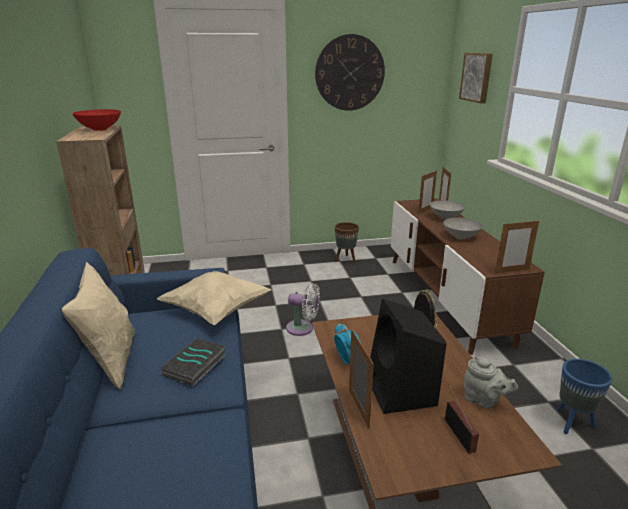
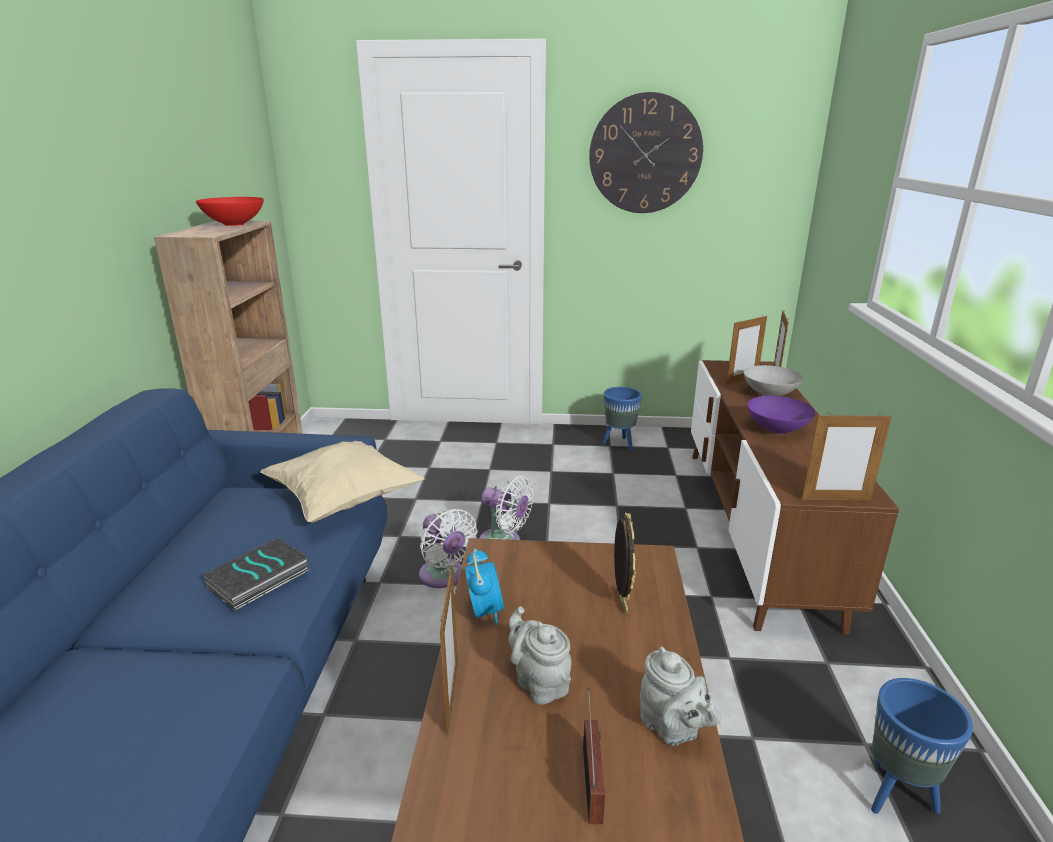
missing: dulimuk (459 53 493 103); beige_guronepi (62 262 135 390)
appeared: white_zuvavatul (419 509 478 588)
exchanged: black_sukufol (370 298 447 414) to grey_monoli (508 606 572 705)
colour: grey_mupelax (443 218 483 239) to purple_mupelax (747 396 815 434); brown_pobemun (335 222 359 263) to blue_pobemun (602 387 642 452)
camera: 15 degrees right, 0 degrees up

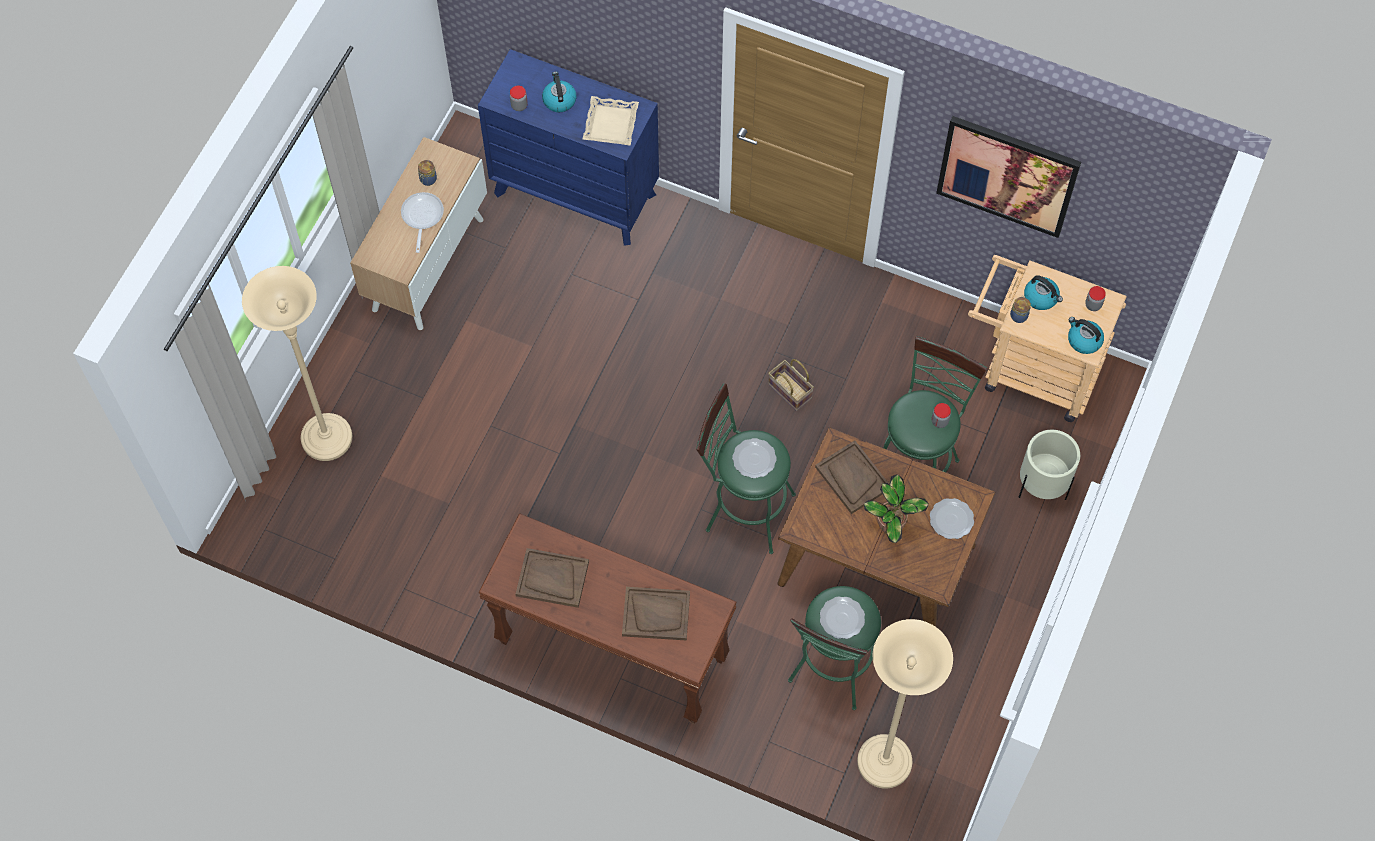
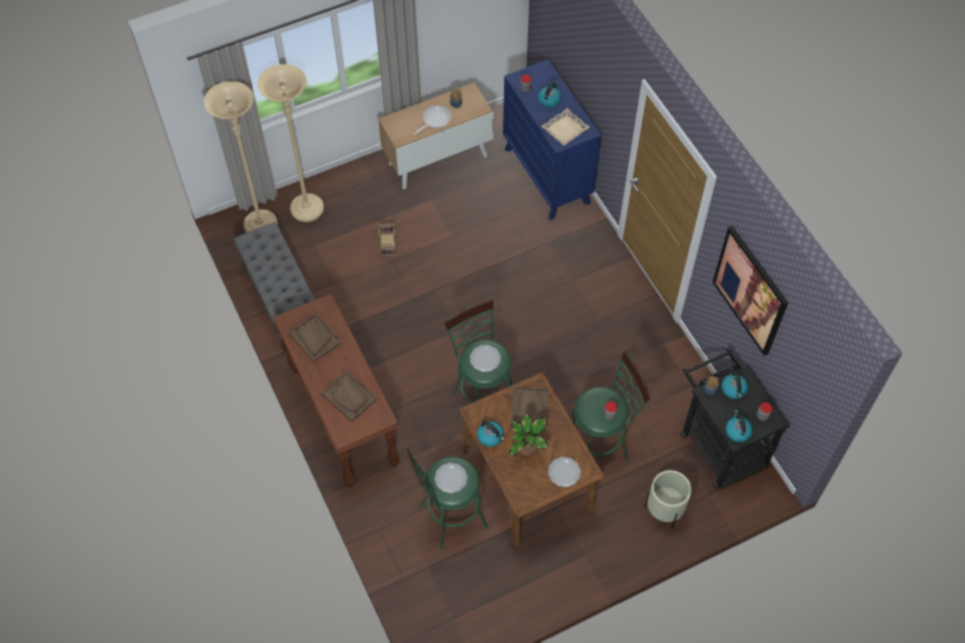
appeared: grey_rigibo (234 222 315 352); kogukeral (477 421 505 447)
relocated: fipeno (768 359 814 411) to (378 223 396 256); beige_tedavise (857 619 953 788) to (204 81 278 233)
colour: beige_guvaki (968 255 1127 422) to black_guvaki (680 348 789 489)
camera: 40 degrees right, 5 degrees down

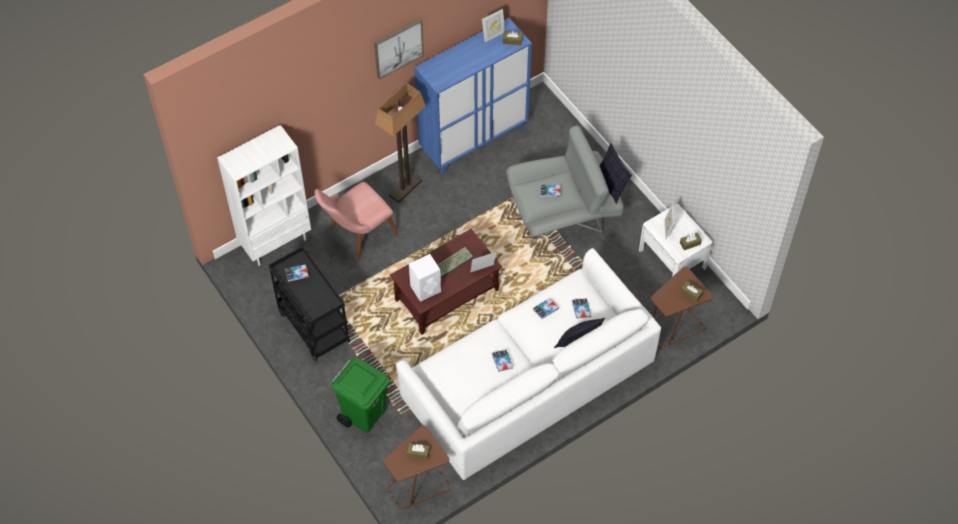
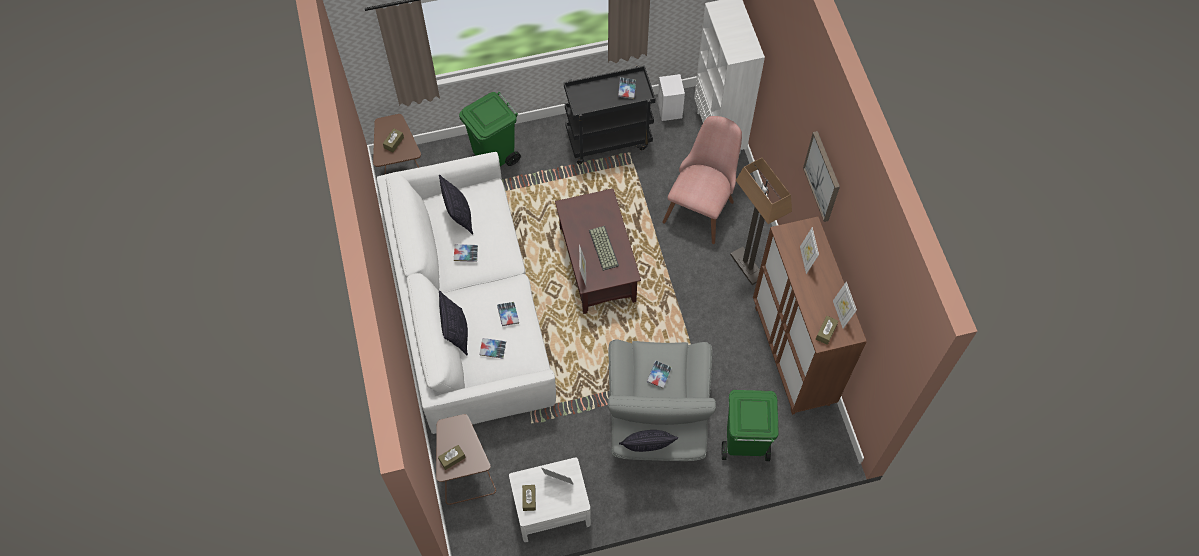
appeared: guronepi (439 174 473 235); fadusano (800 227 819 274); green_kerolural (722 390 779 461)
relocated: white_sukufol (409 254 441 302) to (658 74 685 121)
colour: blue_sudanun (414 18 532 174) to brown_sudanun (753 217 867 415)
spun: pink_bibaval (314 182 398 259) = (662 116 742 244) 45 degrees clockwise
camera: 110 degrees right, 5 degrees up

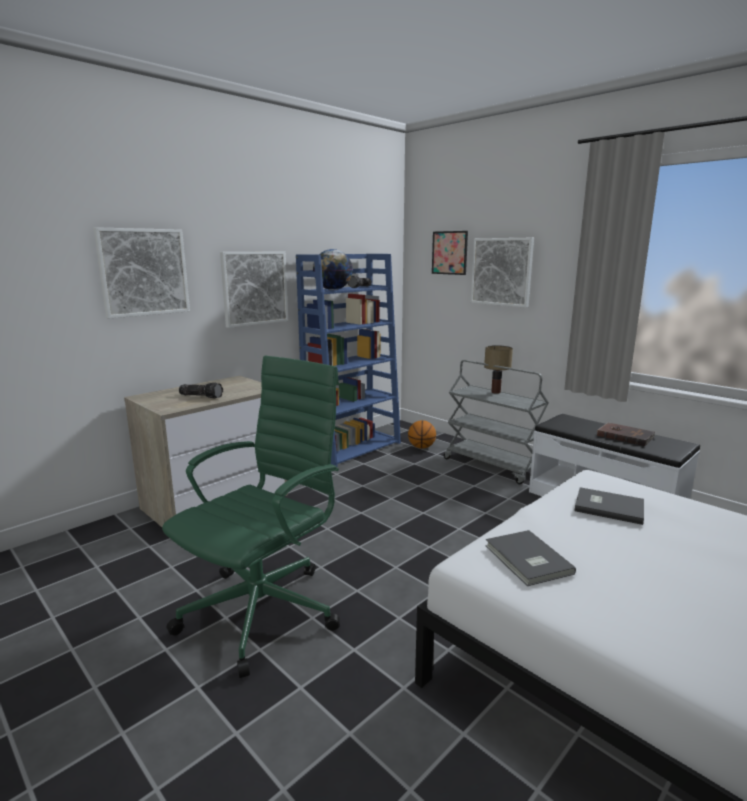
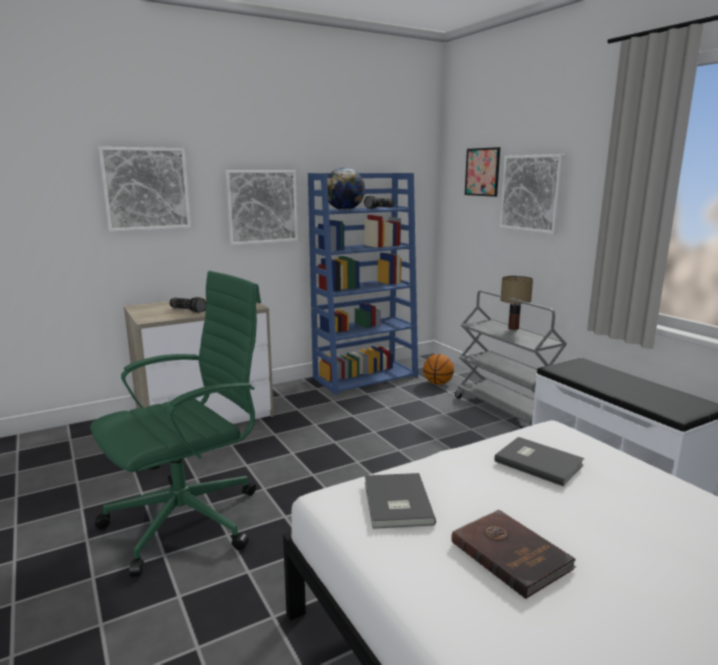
relocated: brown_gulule (597 422 655 446) to (451 509 576 599)
camera: 15 degrees right, 0 degrees up

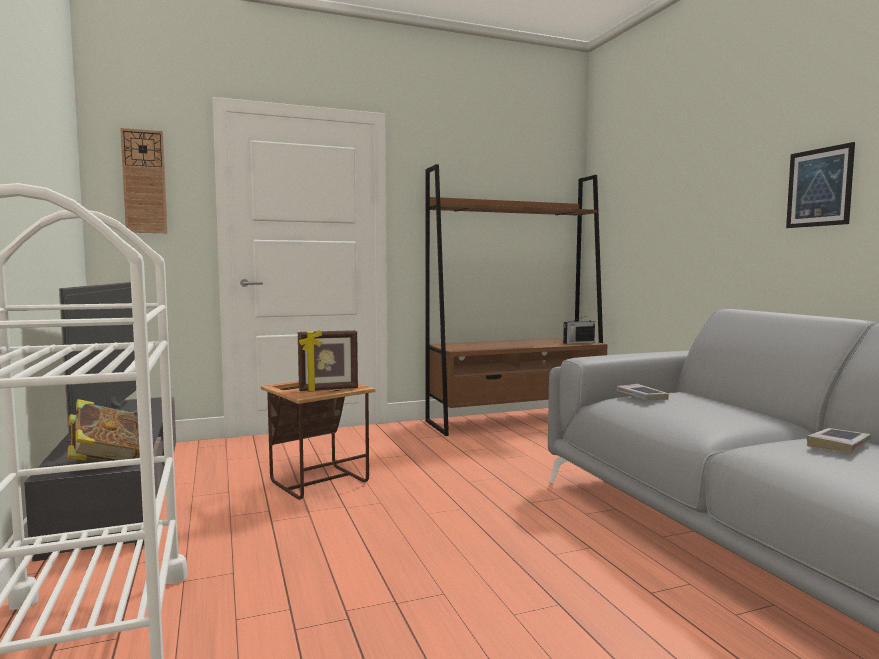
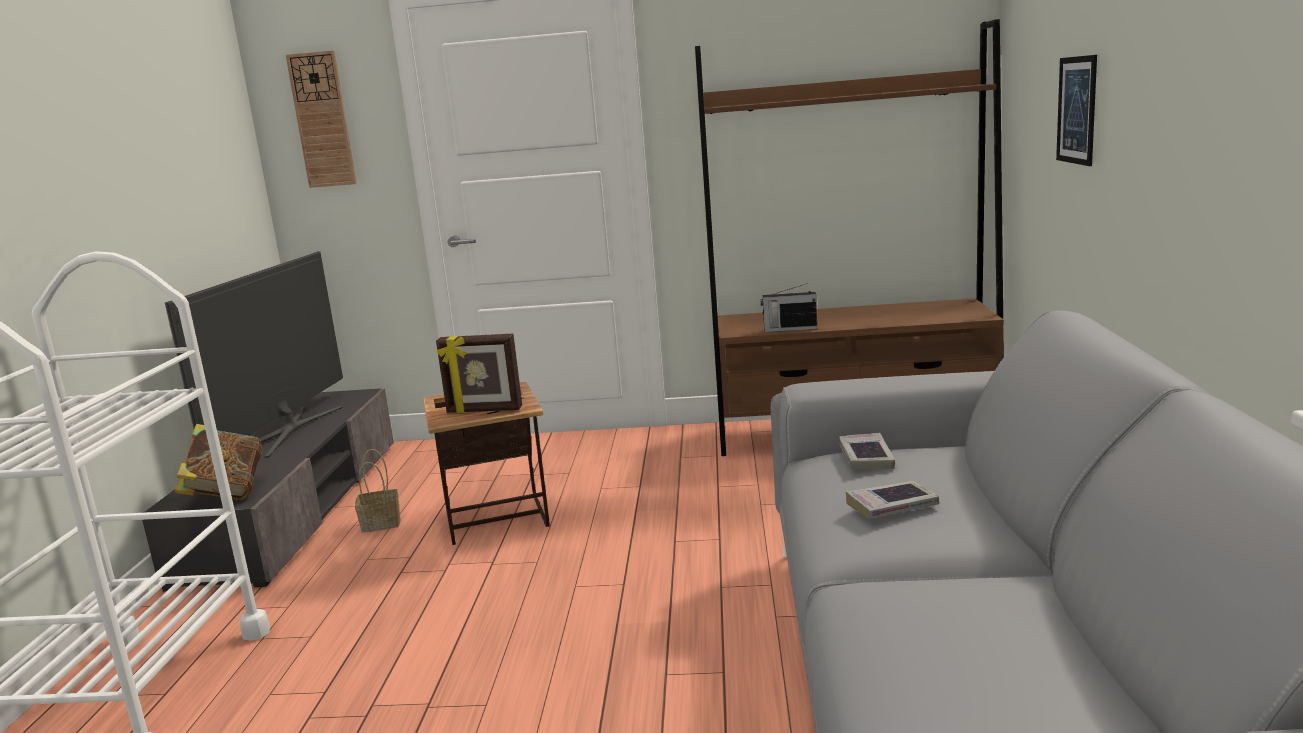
appeared: fipeno (355 449 400 533)
relocated: dulimuk (786 142 855 228) to (1056 55 1097 166); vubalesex (563 316 595 344) to (761 283 817 332); gulule (807 428 871 452) to (846 481 939 519)
camera: 25 degrees right, 10 degrees up

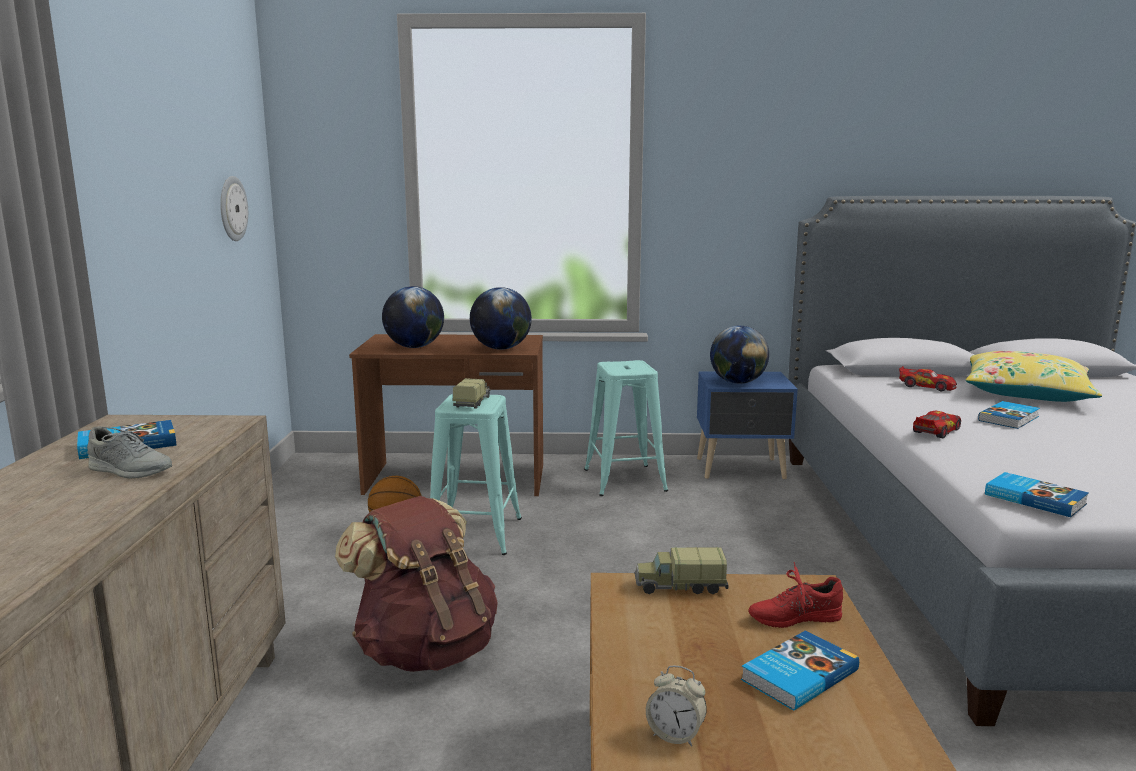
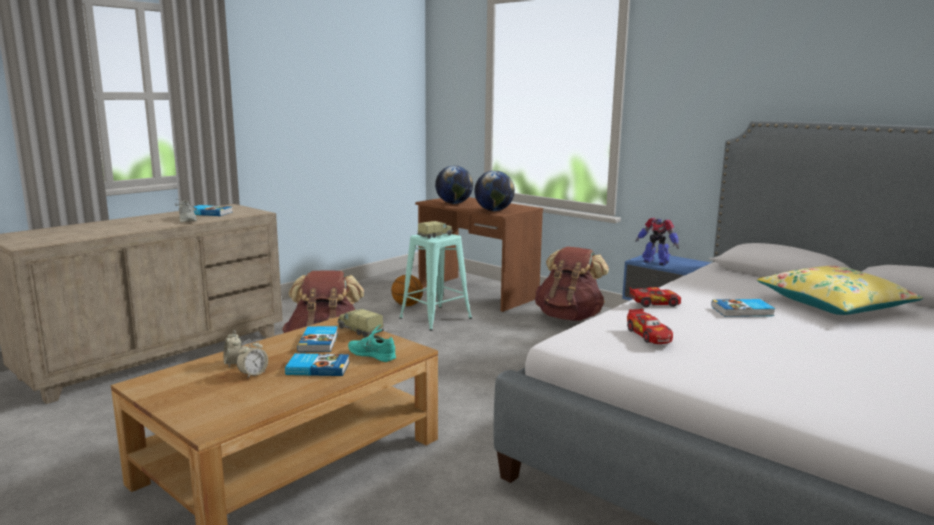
missing: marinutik (220 176 248 241)
appeared: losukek (237 339 268 379)
relocated: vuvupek (899 366 957 391) to (627 308 673 344); gulule (985 472 1089 517) to (297 326 338 352)
exchanged: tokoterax (710 325 769 384) to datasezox (635 218 679 265); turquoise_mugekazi (584 360 668 496) to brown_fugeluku (535 247 609 321)
colour: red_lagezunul (748 562 843 628) to turquoise_lagezunul (348 325 396 362)
camera: 40 degrees right, 0 degrees up

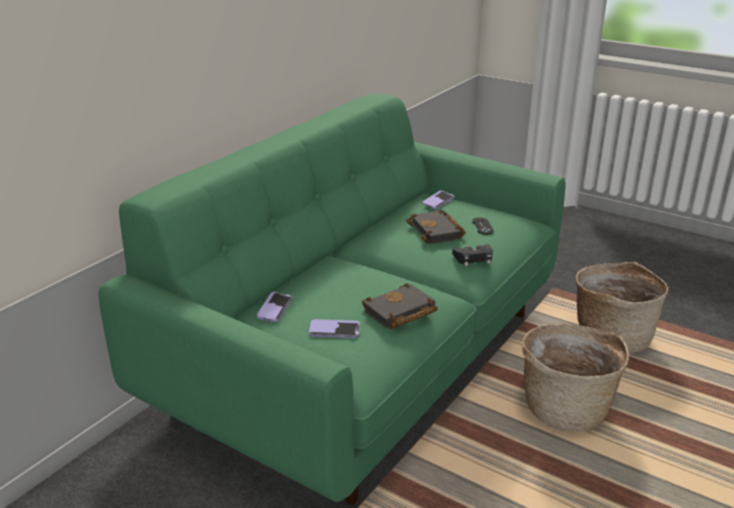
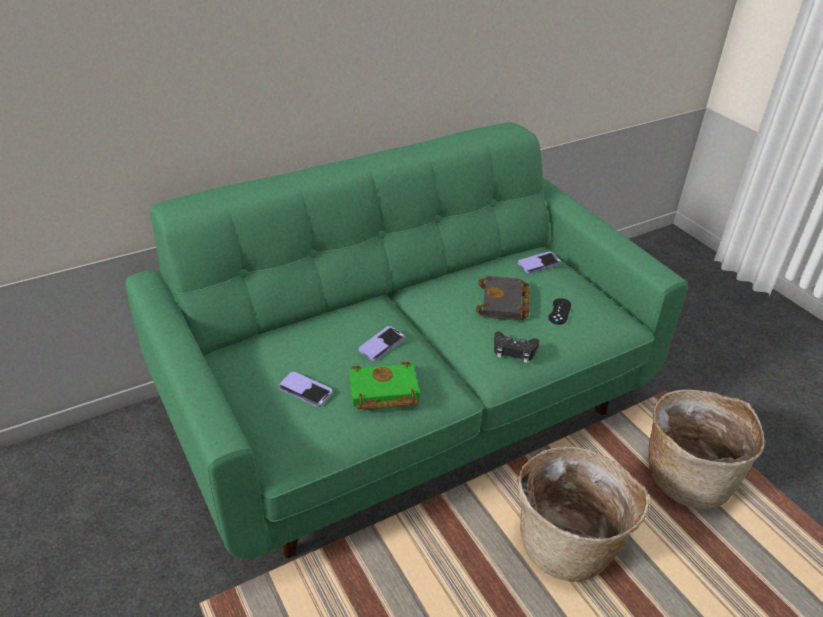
relocated: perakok (257 292 292 322) to (359 326 405 361)
colour: black_gulule (362 283 438 329) to green_gulule (349 362 420 410)
camera: 25 degrees right, 10 degrees up

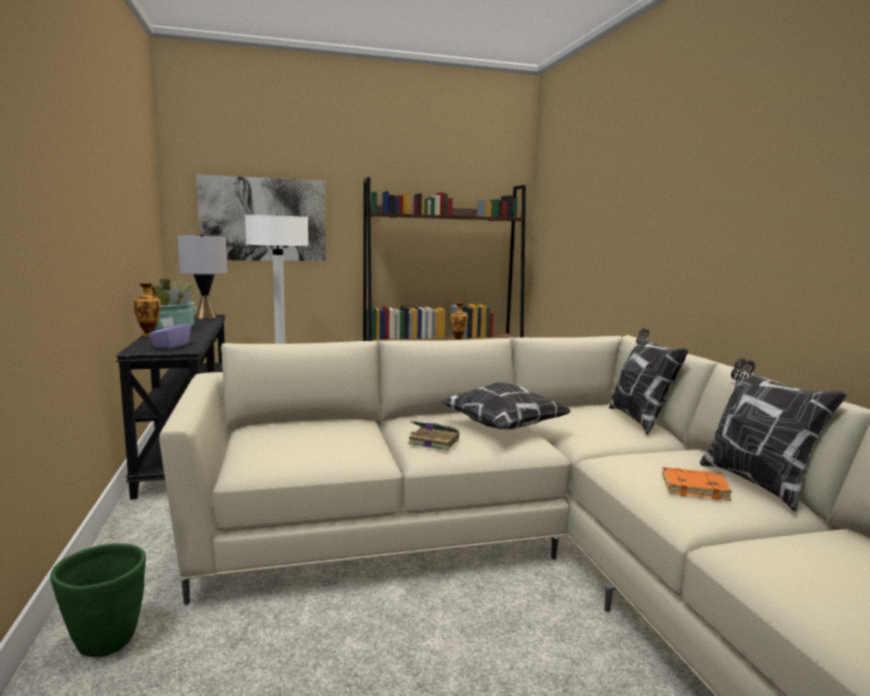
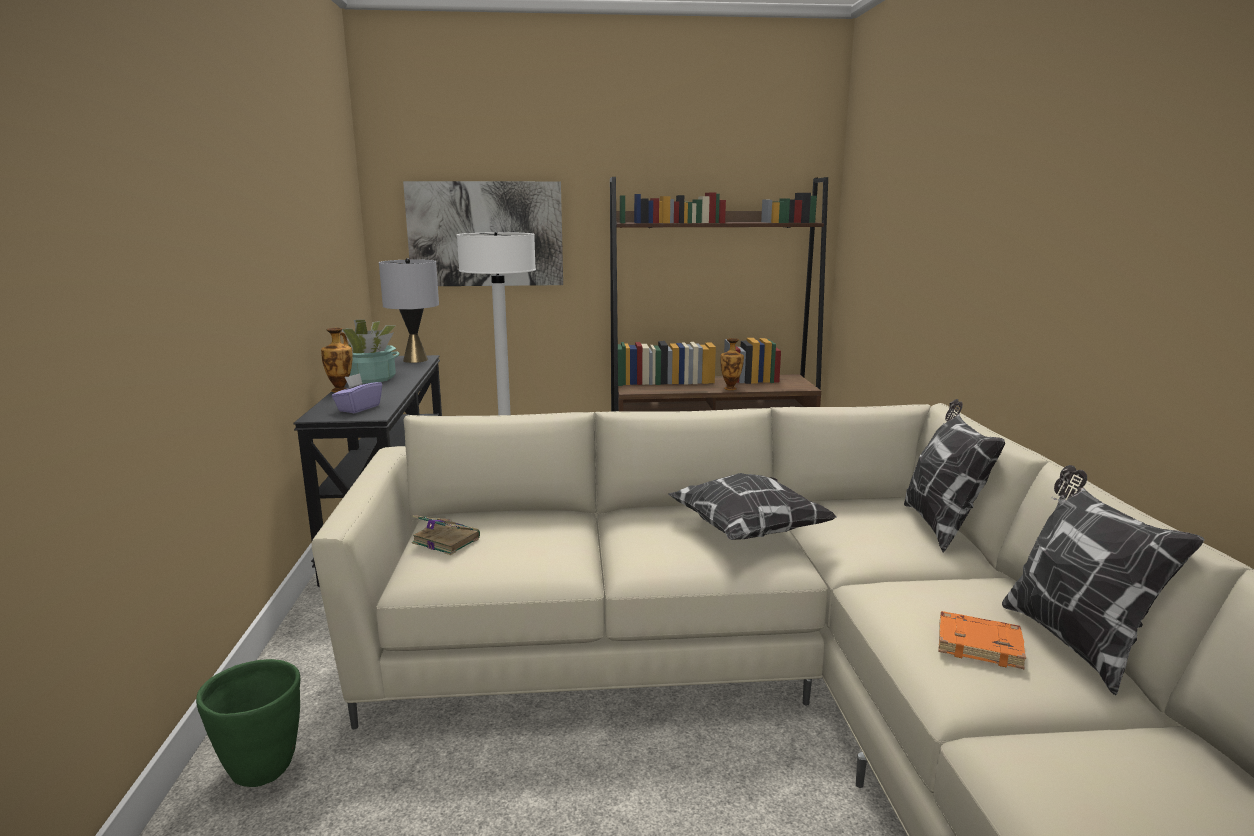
relocated: gulule (408 420 459 450) to (412 515 480 555)
camera: 10 degrees right, 5 degrees up

